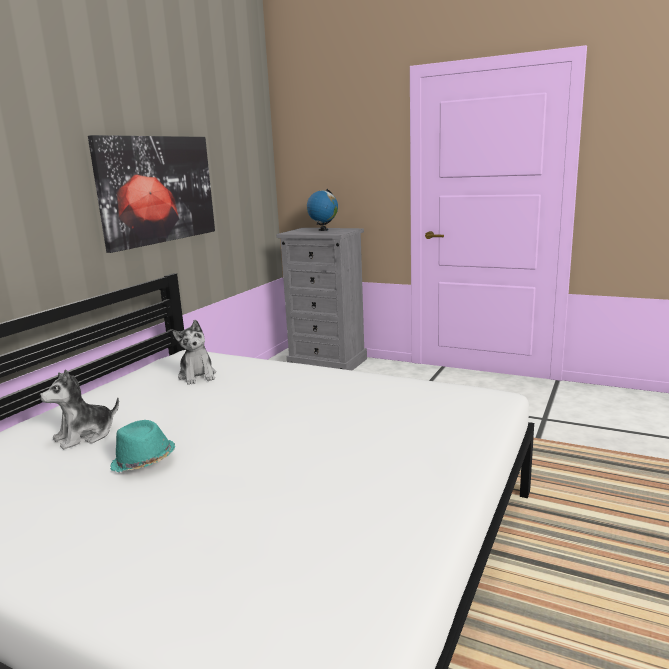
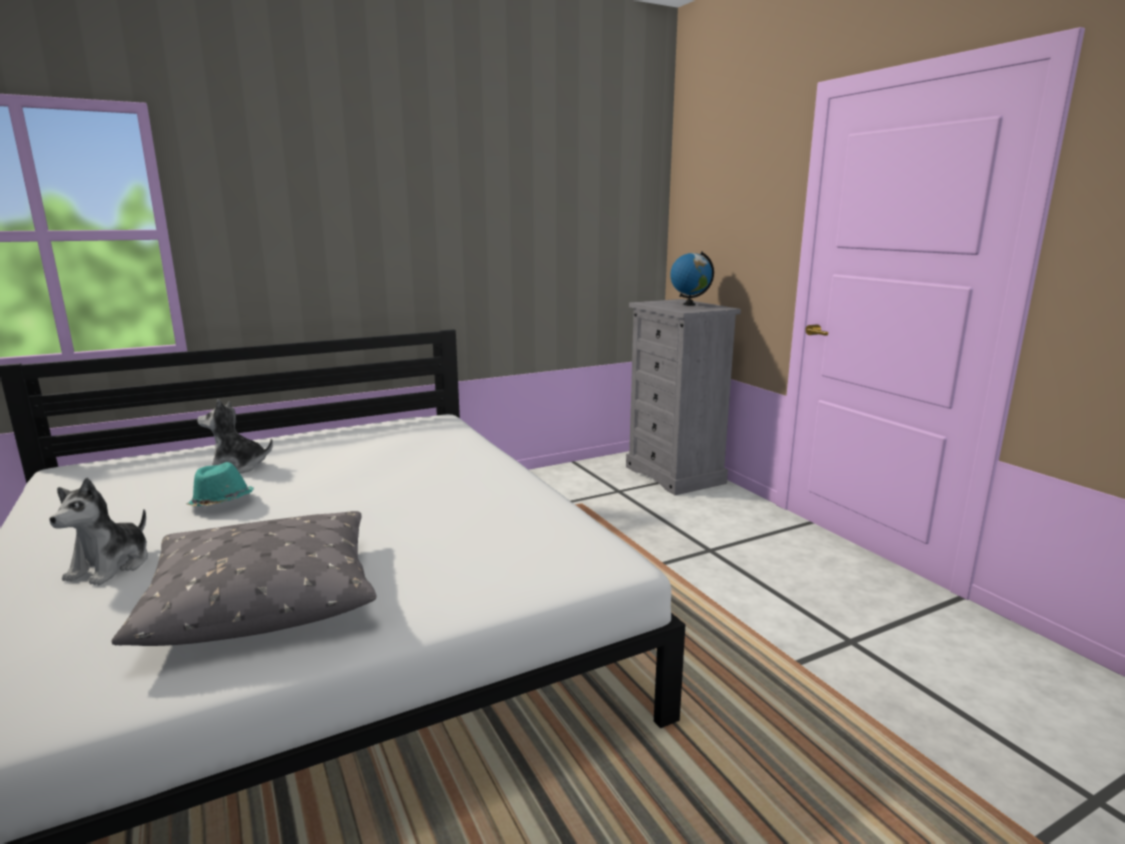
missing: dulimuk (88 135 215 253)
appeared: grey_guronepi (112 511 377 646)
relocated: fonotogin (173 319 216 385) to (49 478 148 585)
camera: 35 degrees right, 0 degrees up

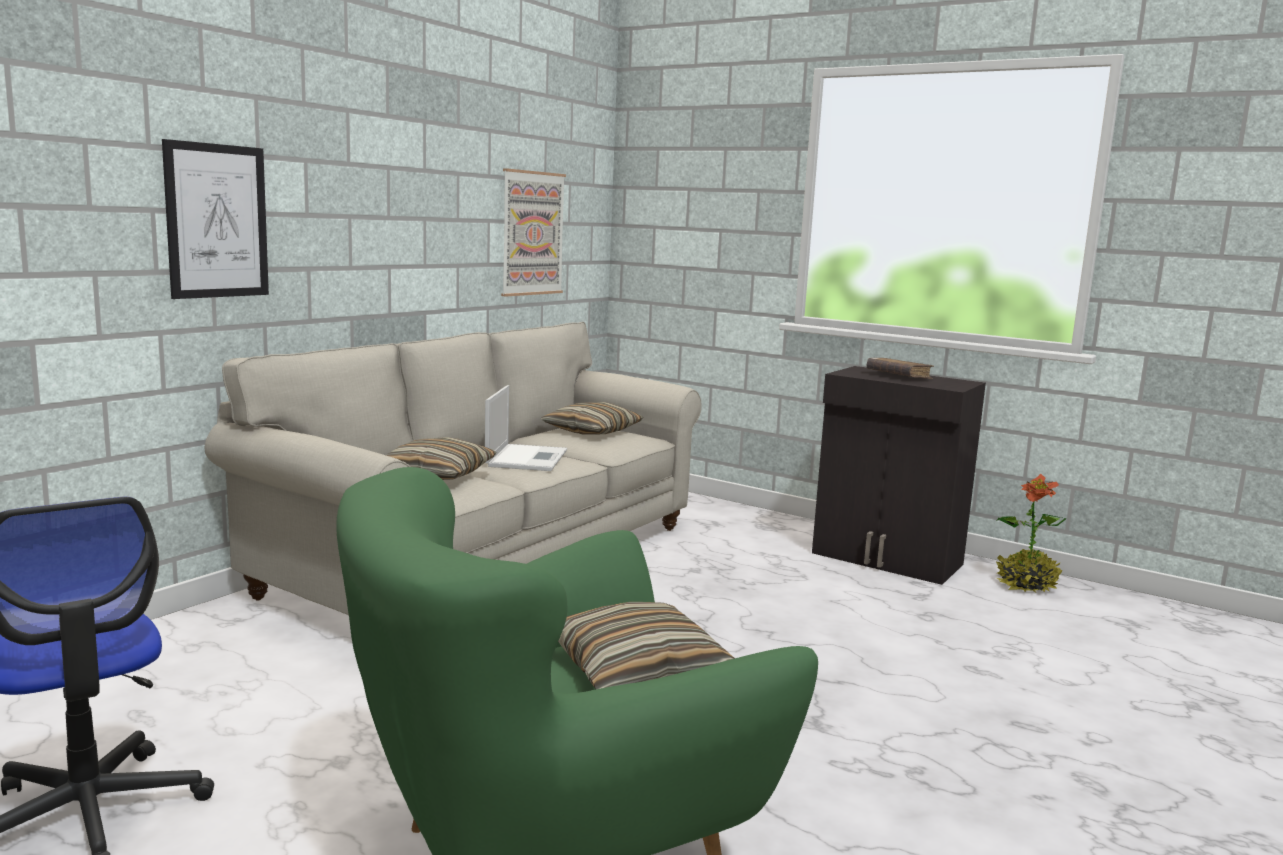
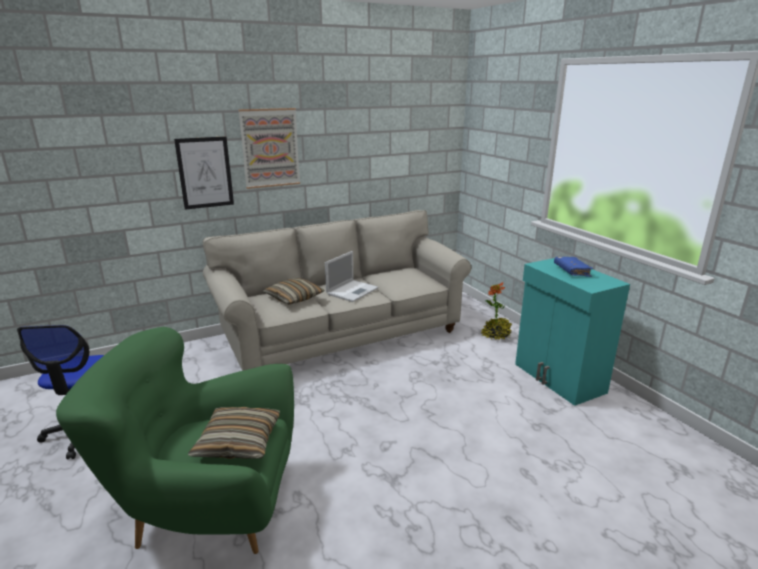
missing: guronepi (541 402 643 435)
relocated: dulimuk (501 168 566 297) to (238 108 300 189); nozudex (996 474 1067 592) to (481 282 512 340)
colour: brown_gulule (867 358 934 379) to blue_gulule (554 257 594 277); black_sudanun (812 366 986 585) to turquoise_sudanun (515 258 630 406)
camera: 30 degrees right, 10 degrees up

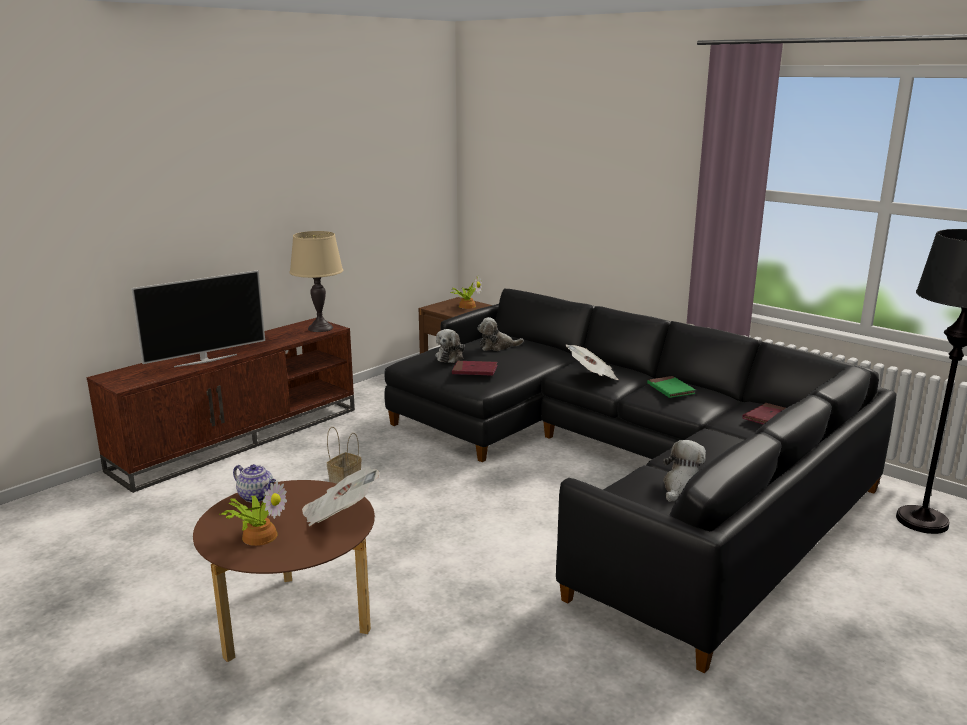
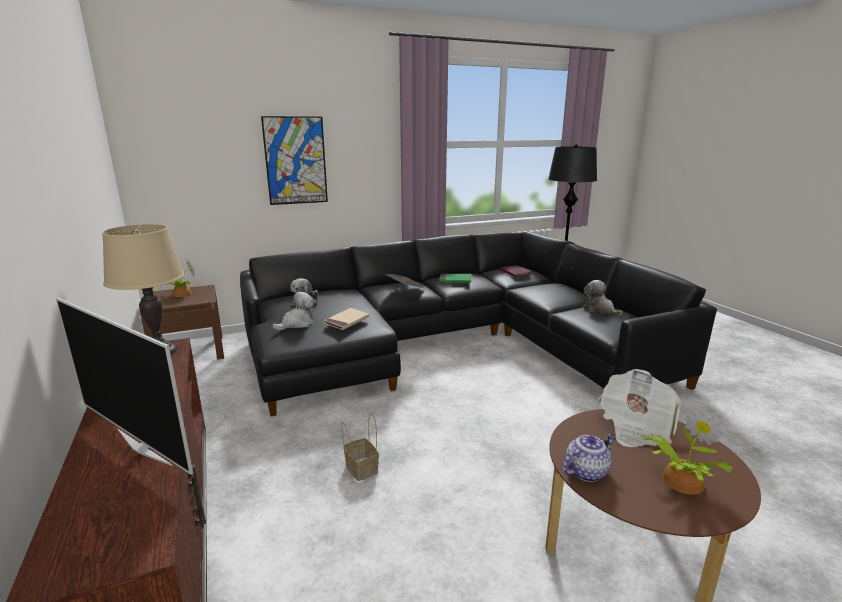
appeared: dulimuk (261 116 328 205)
colour: red_gulule (452 361 498 376) to beige_gulule (324 308 369 330)
spun: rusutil (131 270 265 367) = (56 297 193 475) 135 degrees clockwise; fonotogin (435 329 465 363) = (272 292 314 331) 90 degrees counterclockwise
camera: 65 degrees left, 0 degrees up

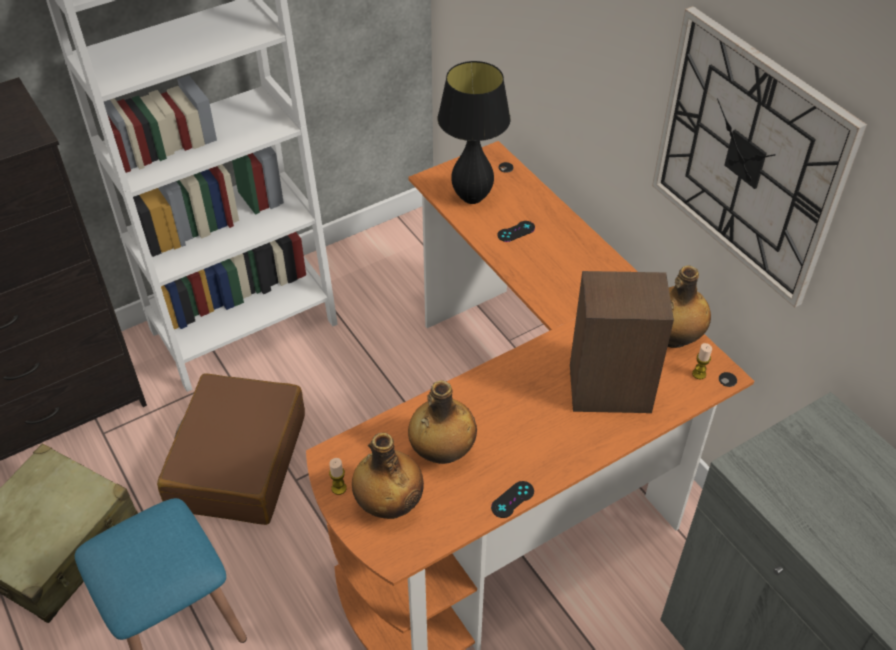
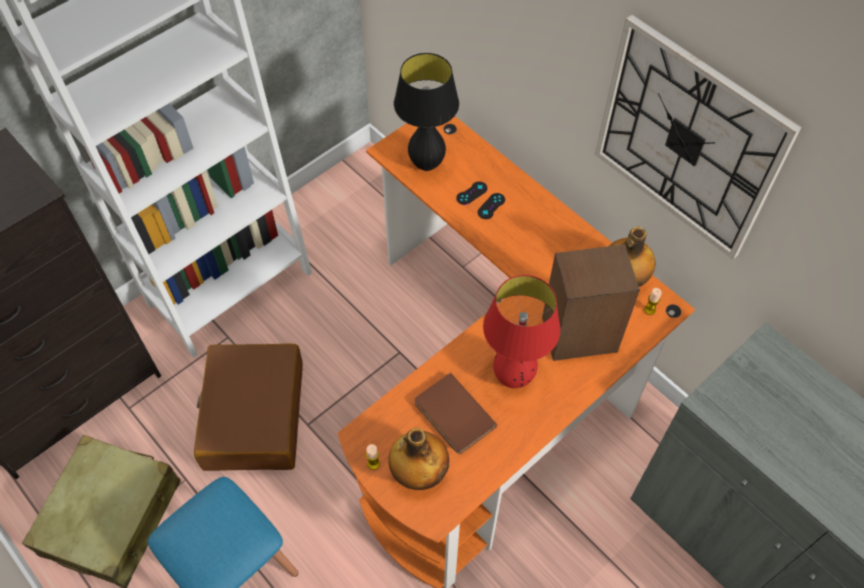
appeared: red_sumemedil (483 275 560 388)
relocated: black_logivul (491 481 534 518) to (477 193 505 219)
exchanged: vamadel (408 380 477 464) to brown_gulule (415 373 497 454)
camera: 10 degrees left, 10 degrees up

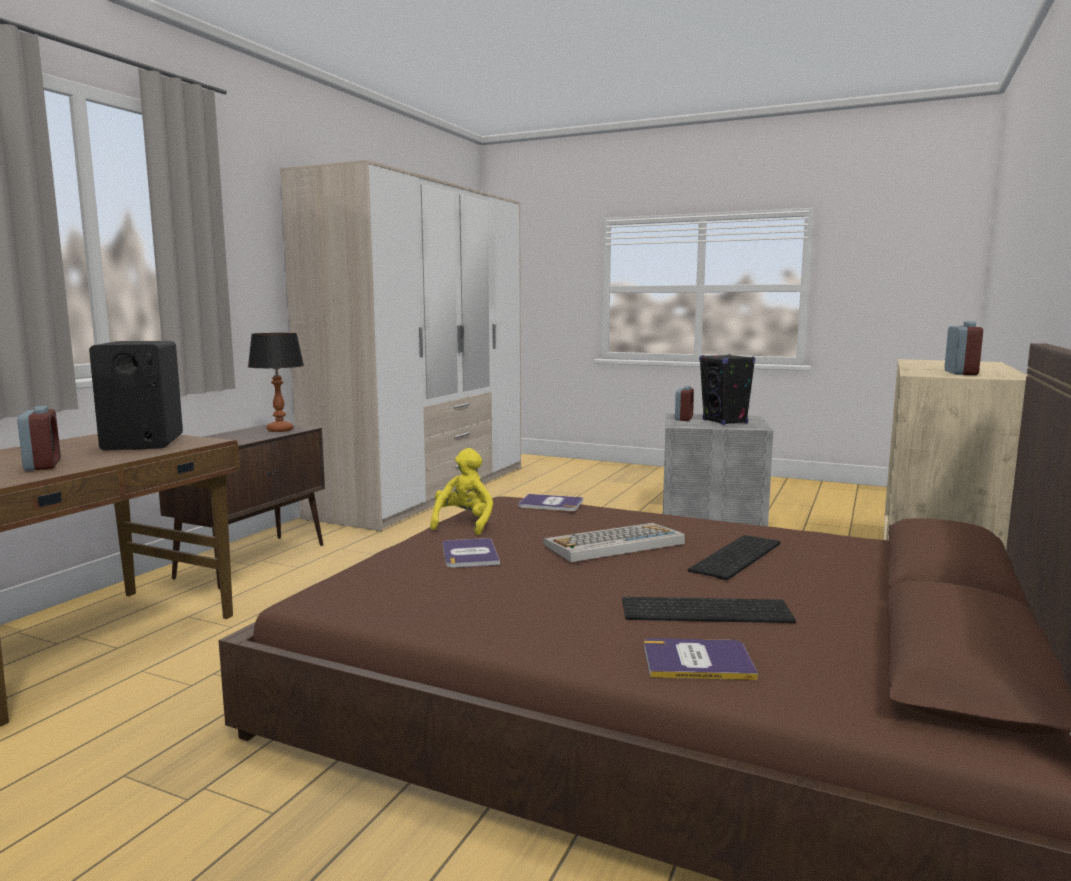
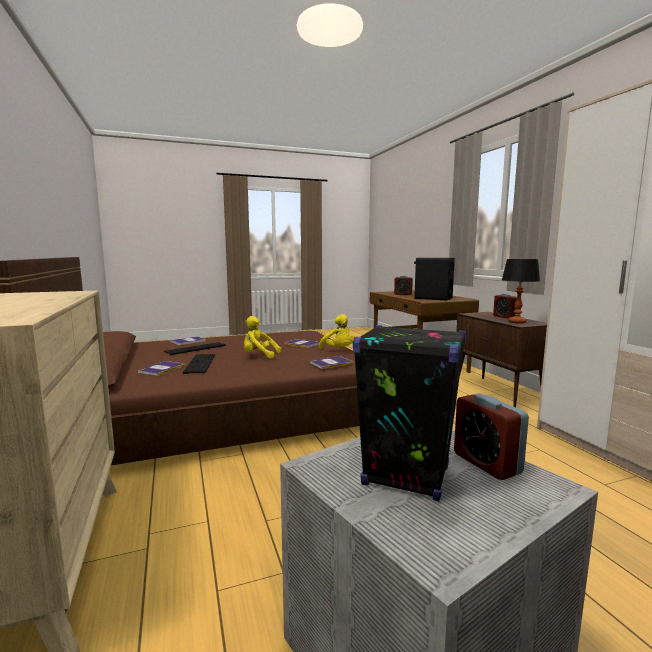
appeared: gulule (138 361 185 376)
relocated: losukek (944 321 983 375) to (493 293 517 319)
exchanged: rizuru (543 523 685 562) to yellow_fonotogin (244 316 282 359)
camera: 135 degrees right, 0 degrees up

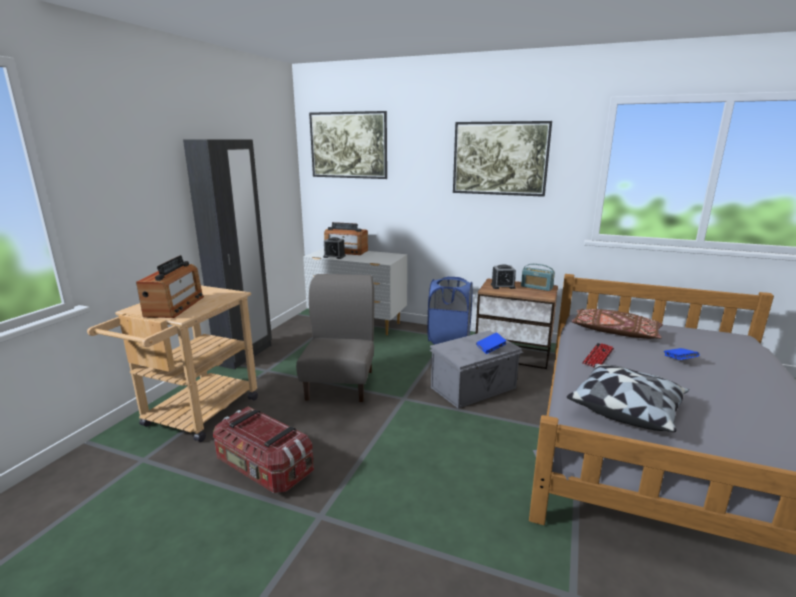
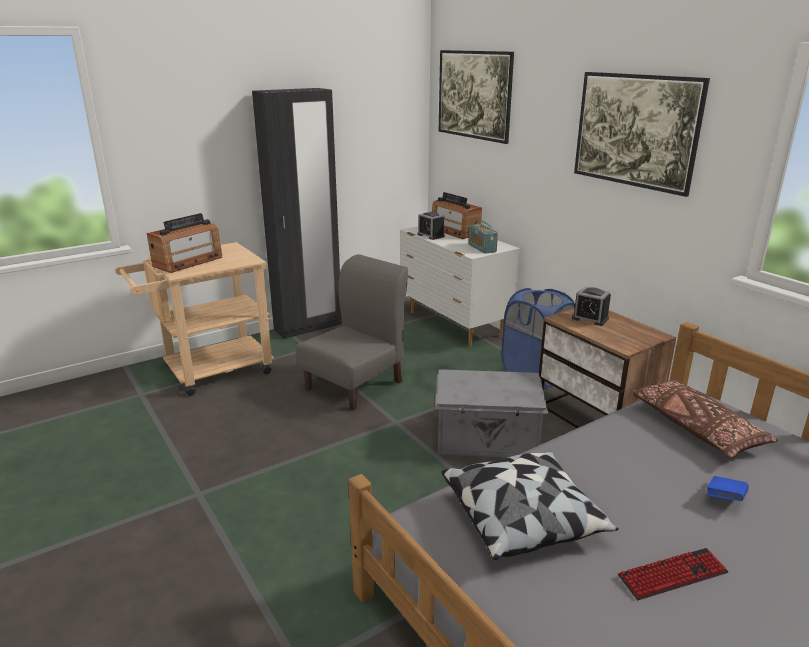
missing: blue_gulule (476 332 507 354); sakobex (213 406 314 493)
relocated: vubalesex (521 264 555 291) to (468 220 498 254); rizuru (582 343 614 367) to (618 548 728 600)
camera: 35 degrees right, 5 degrees up

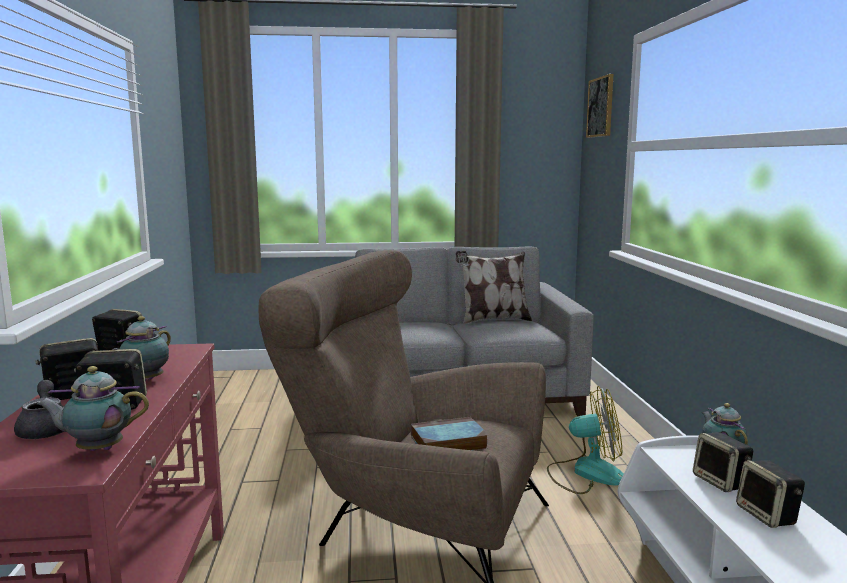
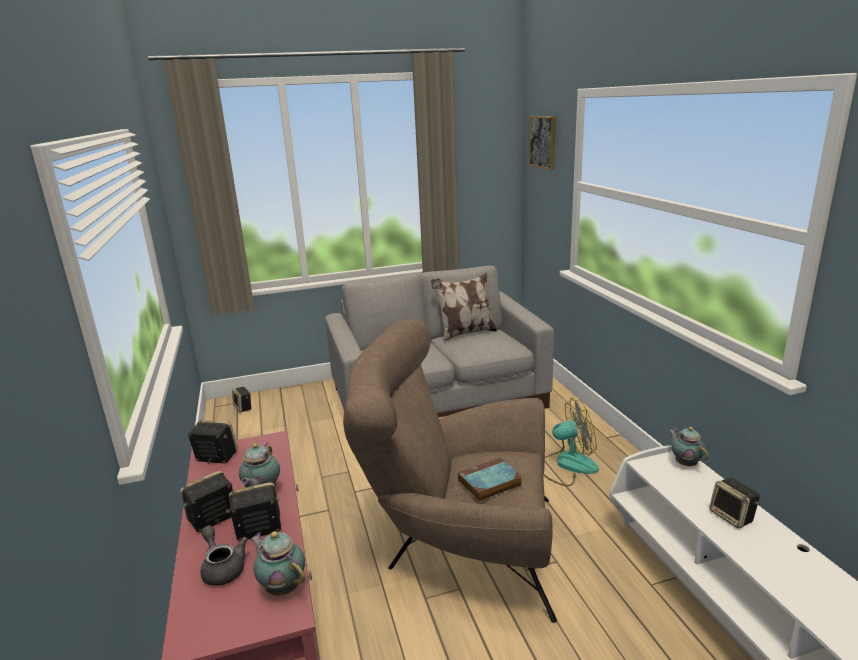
relocated: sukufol (693 432 753 492) to (232 387 252 413)
spun: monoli (37 366 149 451) = (251 531 305 596) 60 degrees clockwise
camera: 10 degrees left, 10 degrees up

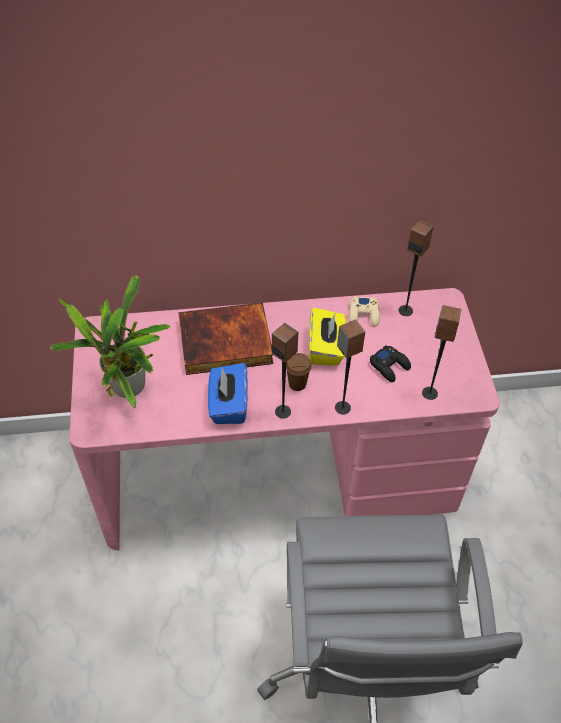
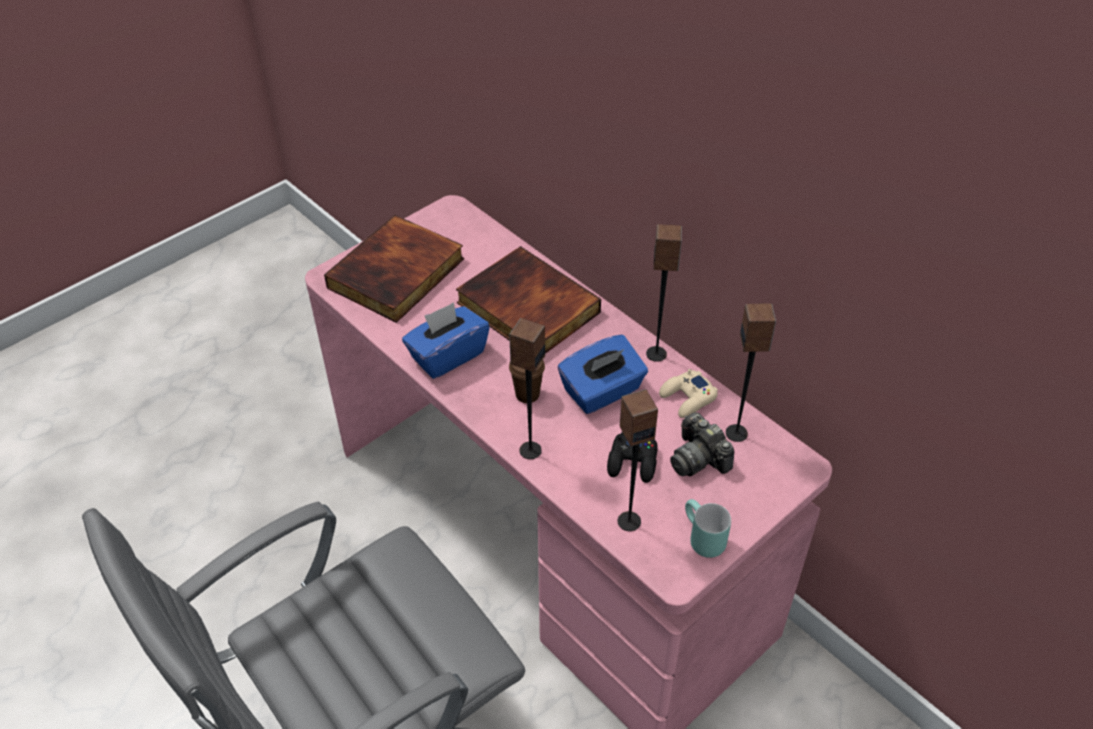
appeared: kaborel (670 412 734 476); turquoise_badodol (685 499 731 558)
relocated: sukufol (272 323 298 419) to (646 224 682 362)
exchanged: nozudex (49 275 170 408) to gulule (324 215 464 323)
colour: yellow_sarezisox (309 308 346 366) to blue_sarezisox (558 335 648 414)
camera: 55 degrees right, 5 degrees down

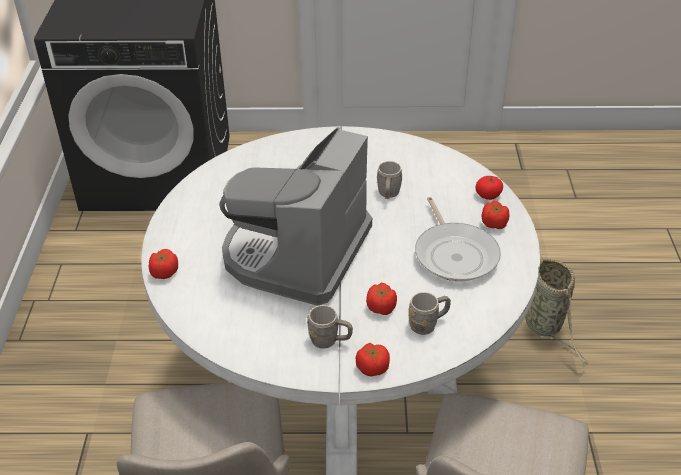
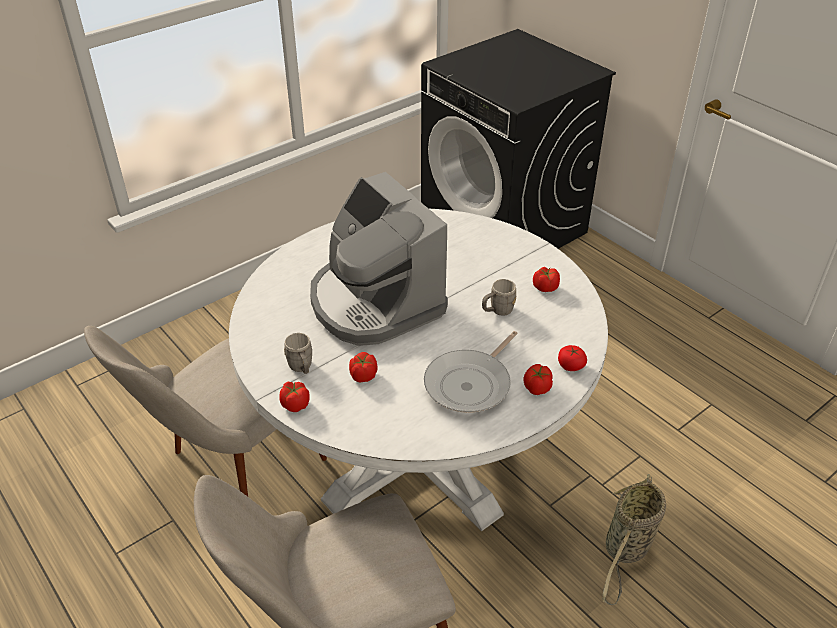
missing: grey_badodol (408 292 451 335)
relocated: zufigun (149 249 178 279) to (533 267 560 292)
spun: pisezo (219 127 372 306) = (310 172 448 346) 105 degrees counterclockwise
camera: 50 degrees right, 0 degrees up

